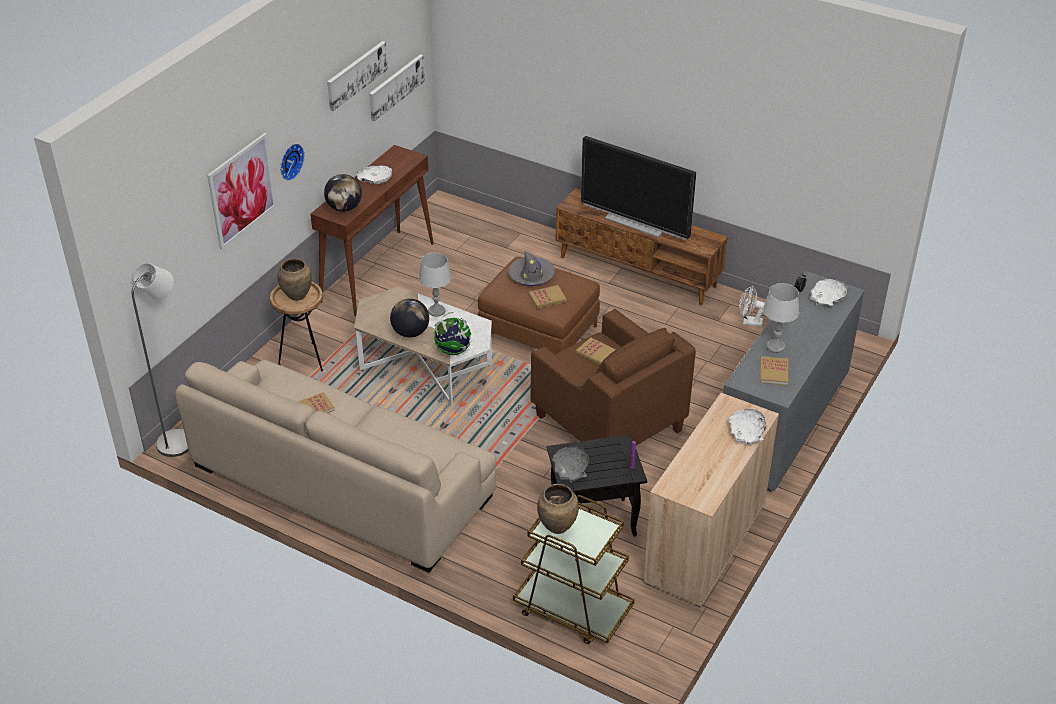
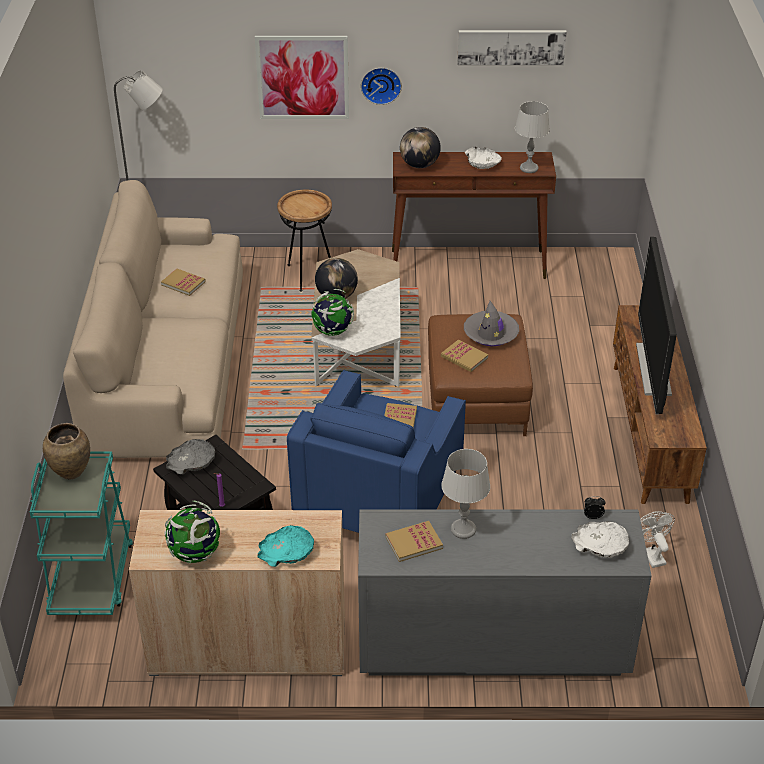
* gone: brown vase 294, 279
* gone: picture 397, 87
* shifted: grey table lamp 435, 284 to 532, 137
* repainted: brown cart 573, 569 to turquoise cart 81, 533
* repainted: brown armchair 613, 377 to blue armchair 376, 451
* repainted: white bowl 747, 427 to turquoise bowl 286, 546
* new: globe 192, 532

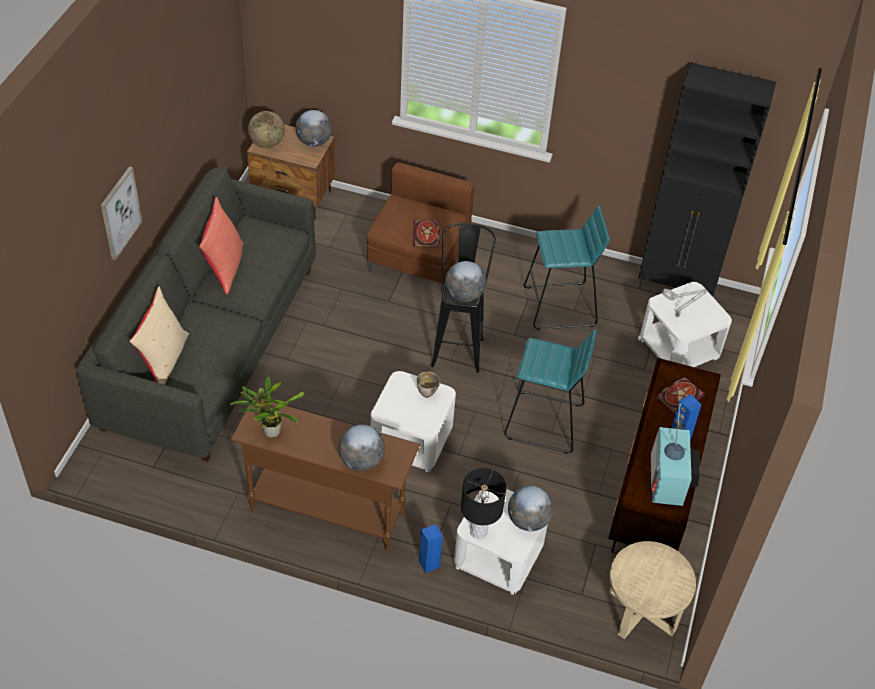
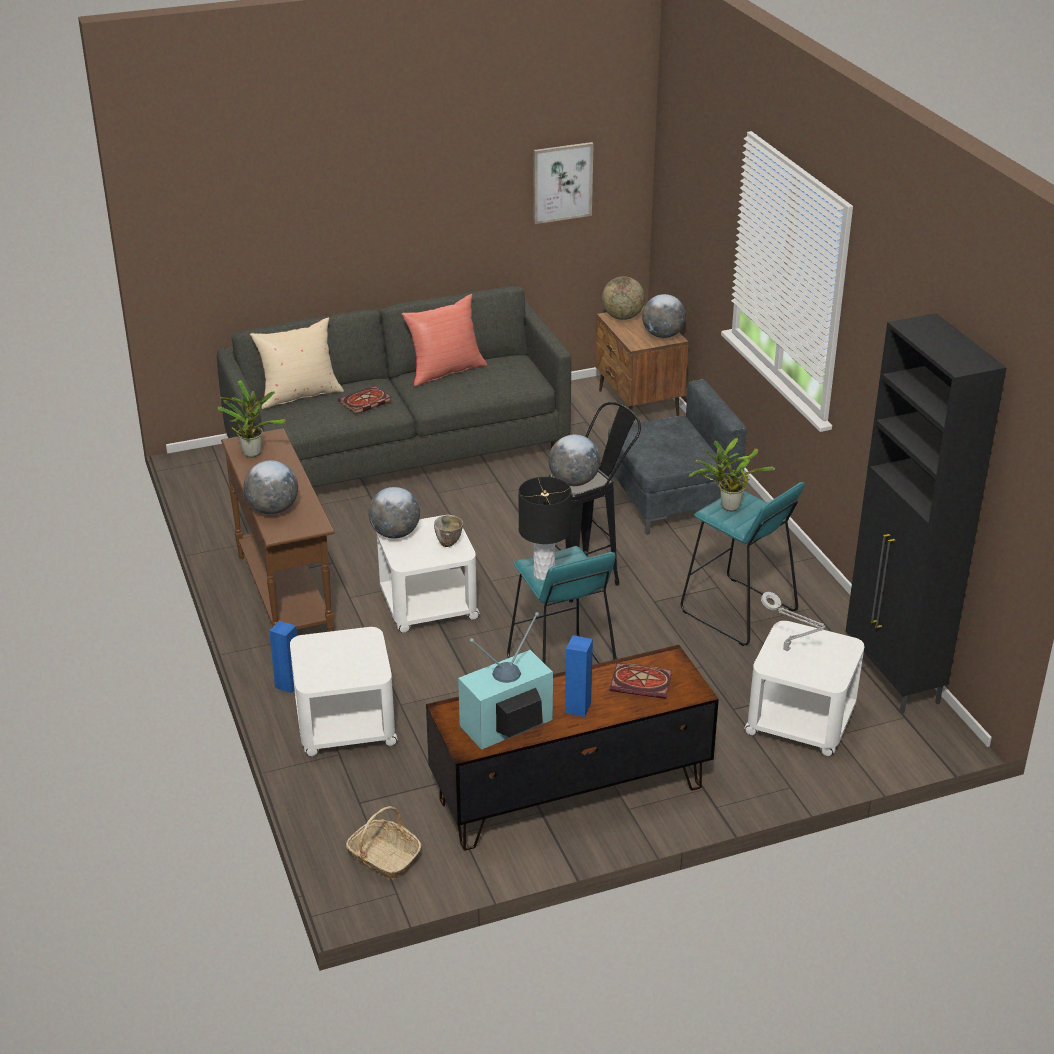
* shifted: picture 121, 213 to 564, 183
* repainted: brown armchair 420, 227 to grey armchair 677, 457
* shifted: book 426, 234 to 365, 400
* shifted: black table lamp 484, 503 to 544, 528
* shifted: globe 531, 508 to 394, 513
* swapped: beige side table 652, 590 to basket 384, 843
* new: potted plant 732, 474

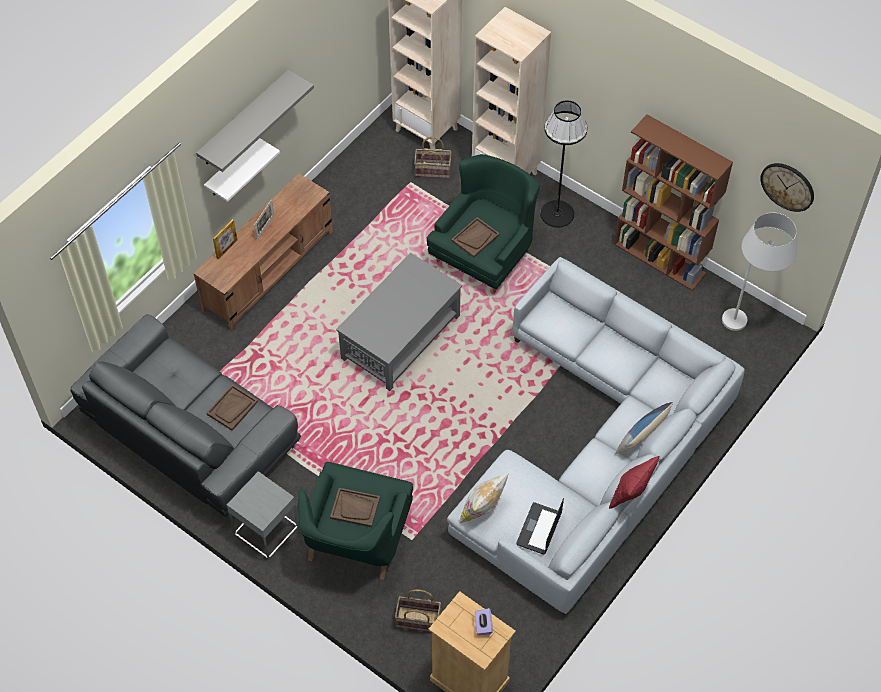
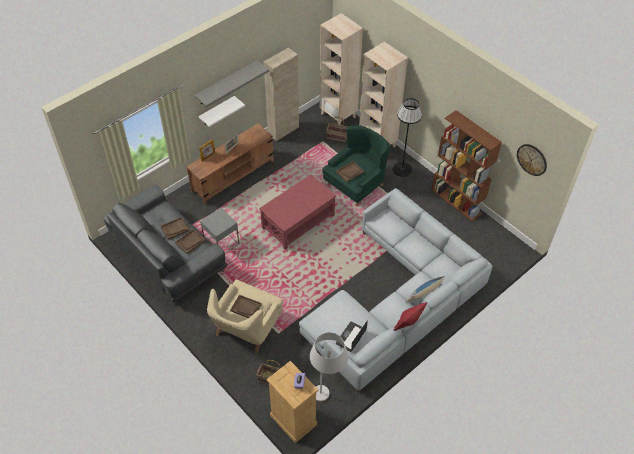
* shifted: grey side table 263, 515 to 219, 230
* repainted: green armchair 355, 521 to beige armchair 245, 316
* repainted: grey coffee table 399, 322 to red coffee table 297, 212
* gone: pillow 484, 498
* shifted: white floor lamp 760, 272 to 329, 367
* new: brown tray 175, 228
* new: beige cabinet 281, 95

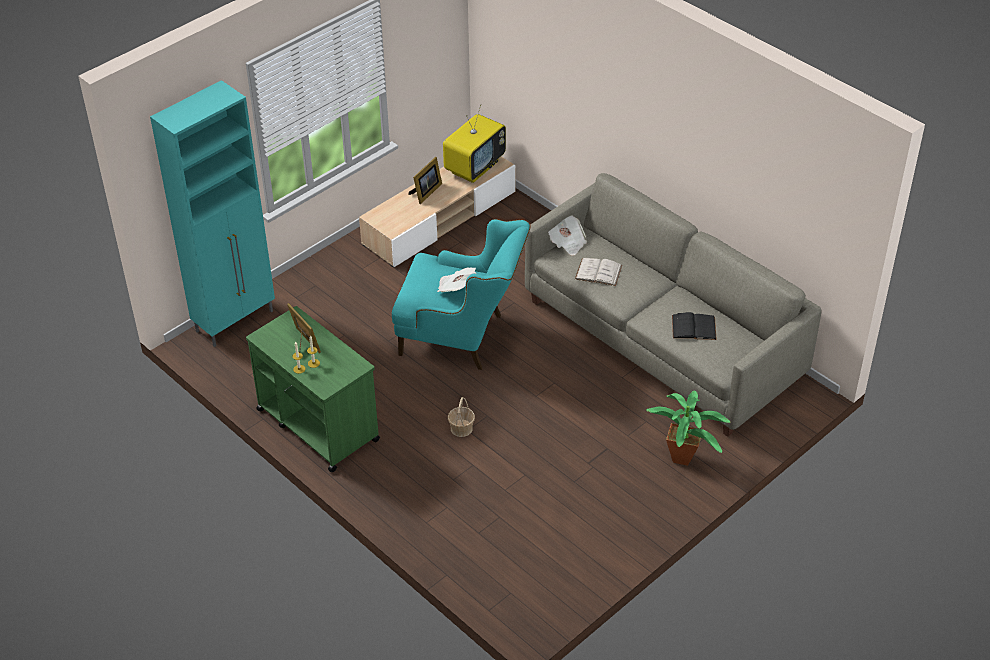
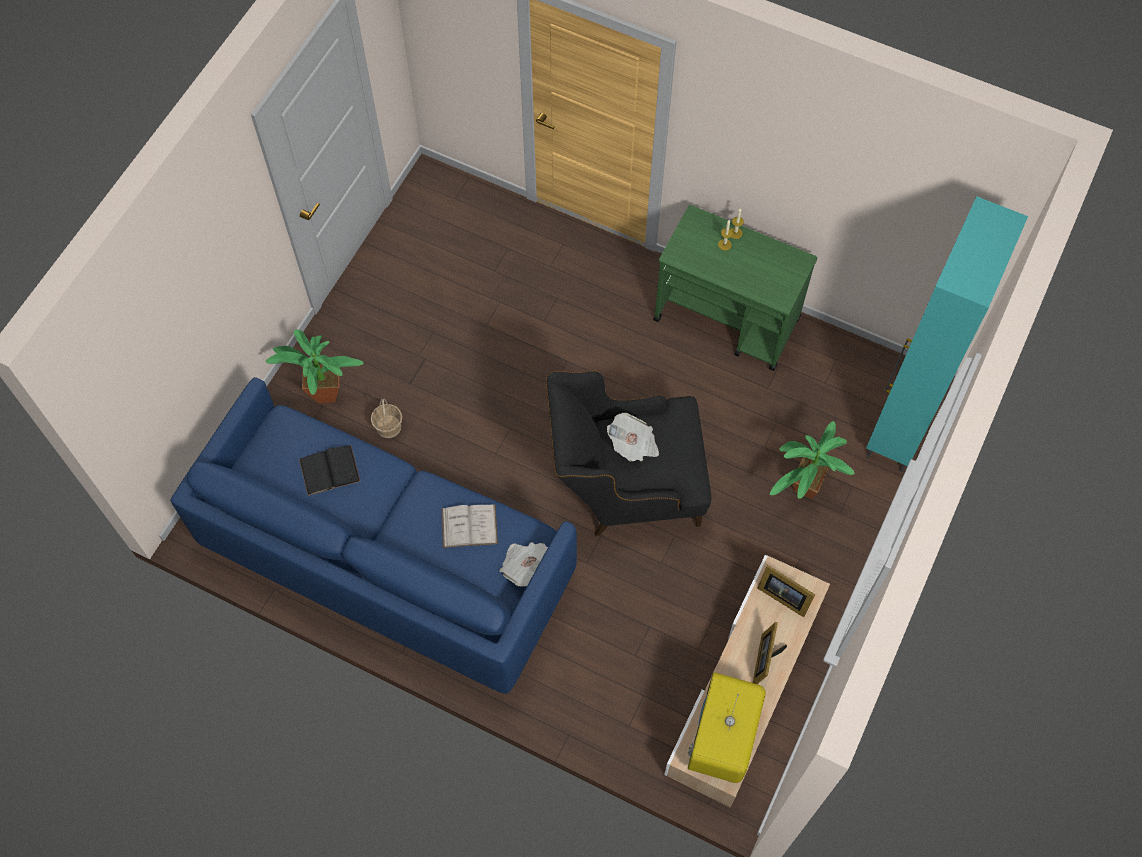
* shifted: picture frame 304, 328 to 786, 591
* repainted: turquoise armchair 461, 294 to black armchair 628, 453
* shifted: basket 461, 417 to 386, 418
* repainted: grey sofa 673, 305 to blue sofa 374, 535
* new: potted plant 812, 460

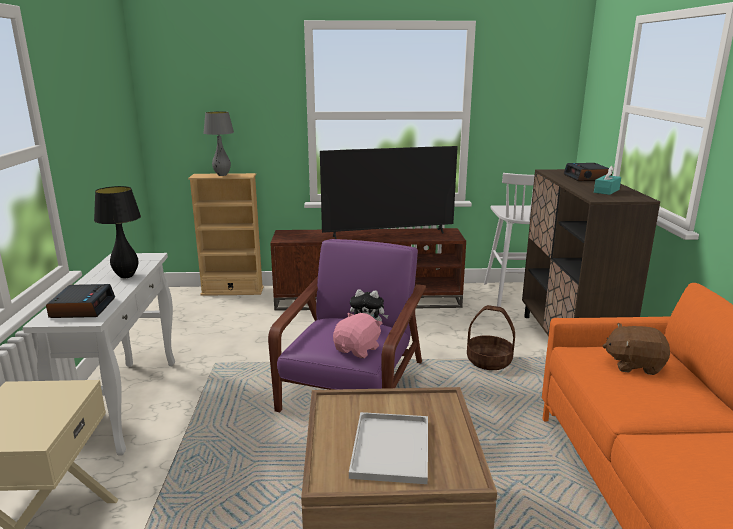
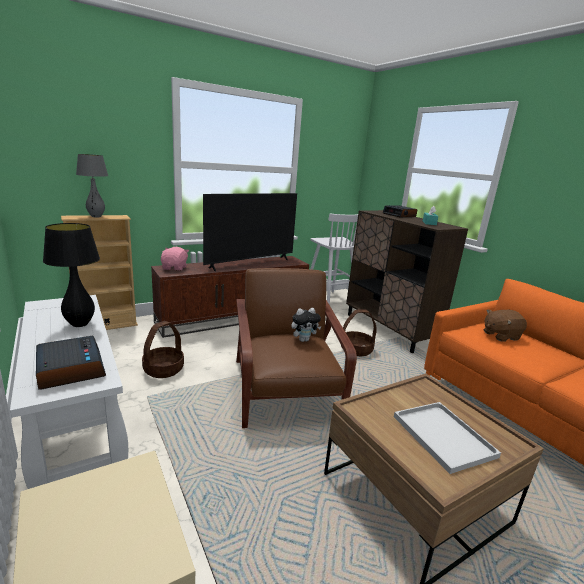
* repainted: purple armchair 347, 325 to brown armchair 296, 348
* shifted: pink plush toy 357, 335 to 175, 259
* new: basket 163, 349

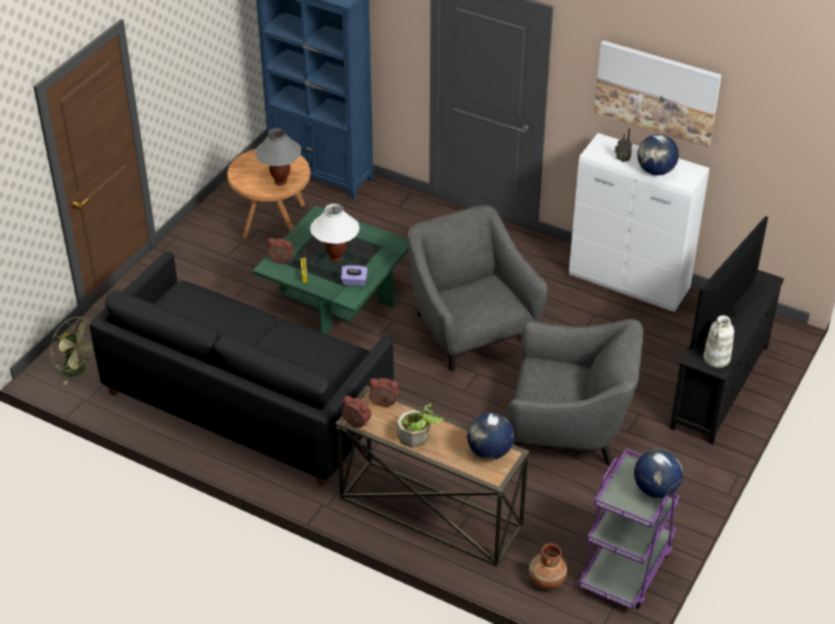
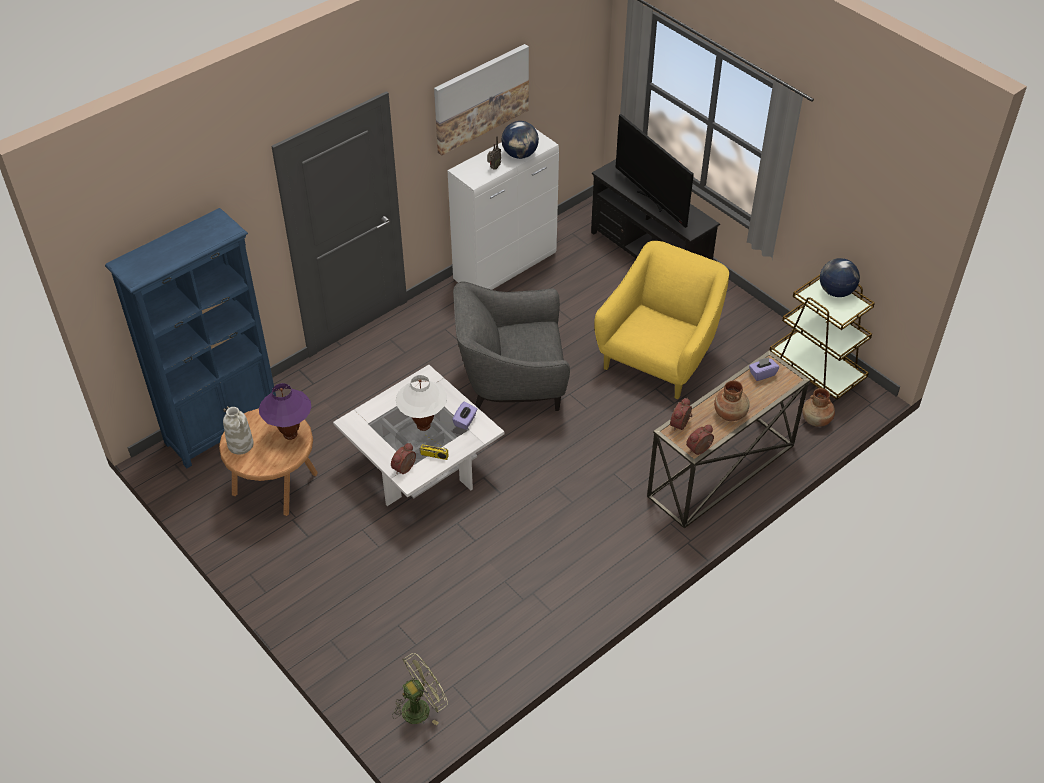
* gone: black sofa 241, 369
* repainted: green coffee table 330, 270 to white coffee table 418, 435
* repainted: grey table lamp 278, 156 to purple table lamp 285, 411
* swapped: potted plant 420, 425 to brown vase 732, 400
* swapped: globe 490, 436 to purple tissue box 764, 369
* repainted: grey armchair 575, 392 to yellow armchair 661, 320
* repainted: purple cart 629, 529 to brown cart 822, 337
* shifted: white vase 718, 341 to 238, 430

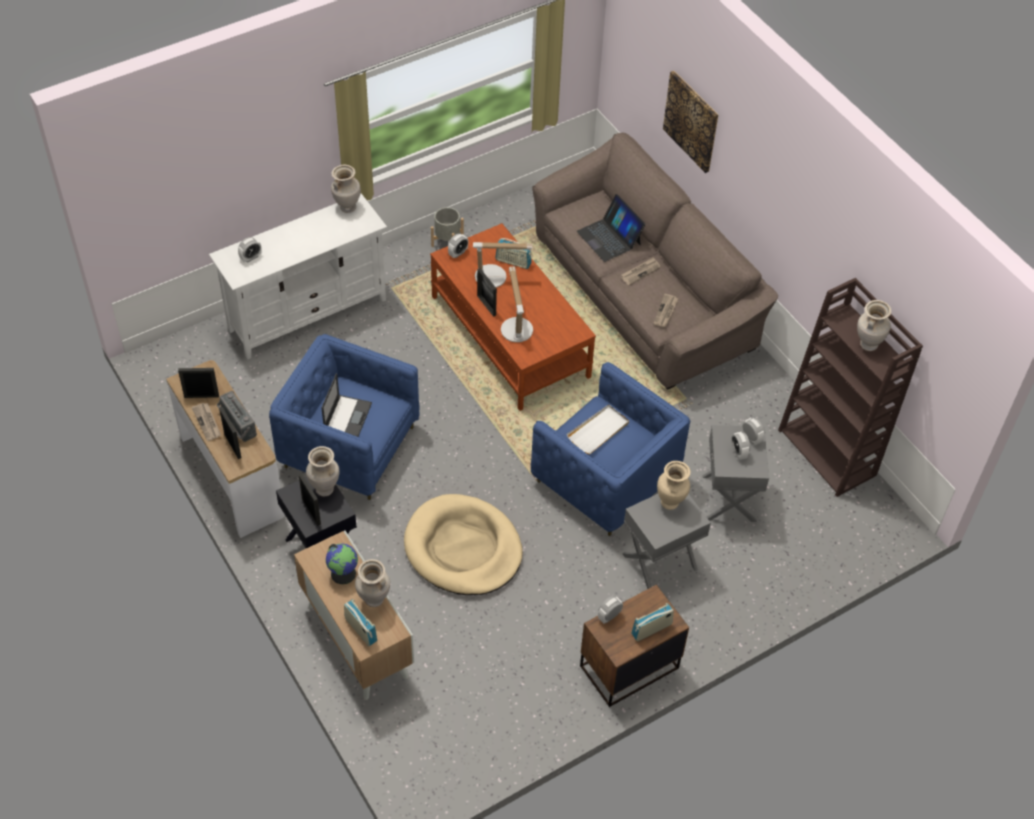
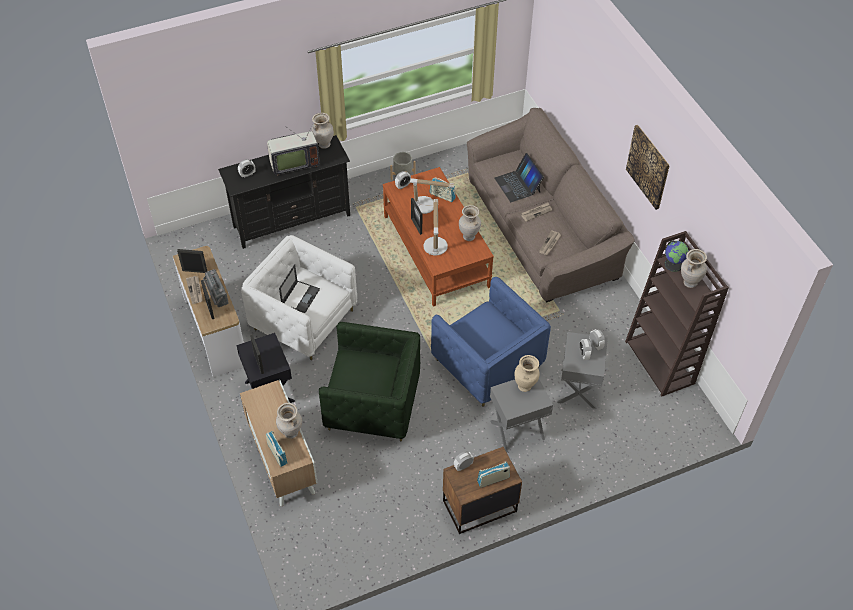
* repainted: white tv stand 298, 276 to black tv stand 284, 192
* repainted: blue armchair 344, 417 to white armchair 299, 297
* shifted: beige vase 322, 471 to 470, 223
* shifted: globe 342, 563 to 676, 256
* swapped: beige dog bed 463, 544 to green armchair 369, 381
* gone: white tray 598, 429
* shifted: picture 690, 122 to 648, 167
* new: television 293, 147

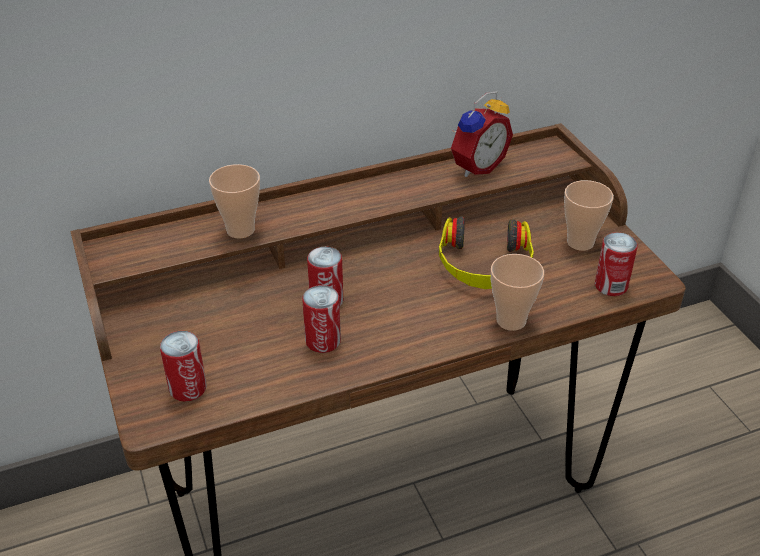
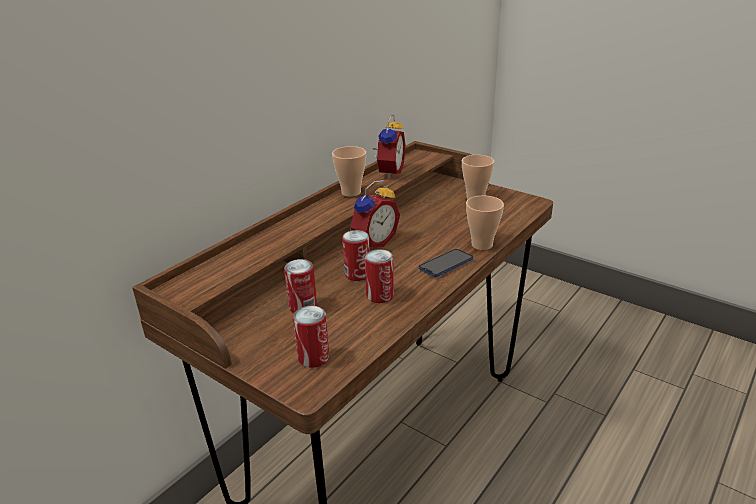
* shifted: cup 234, 201 to 349, 171
* gone: headphones 486, 252
* shifted: can 616, 264 to 300, 286
* new: alarm clock 375, 213
* new: phone 446, 263

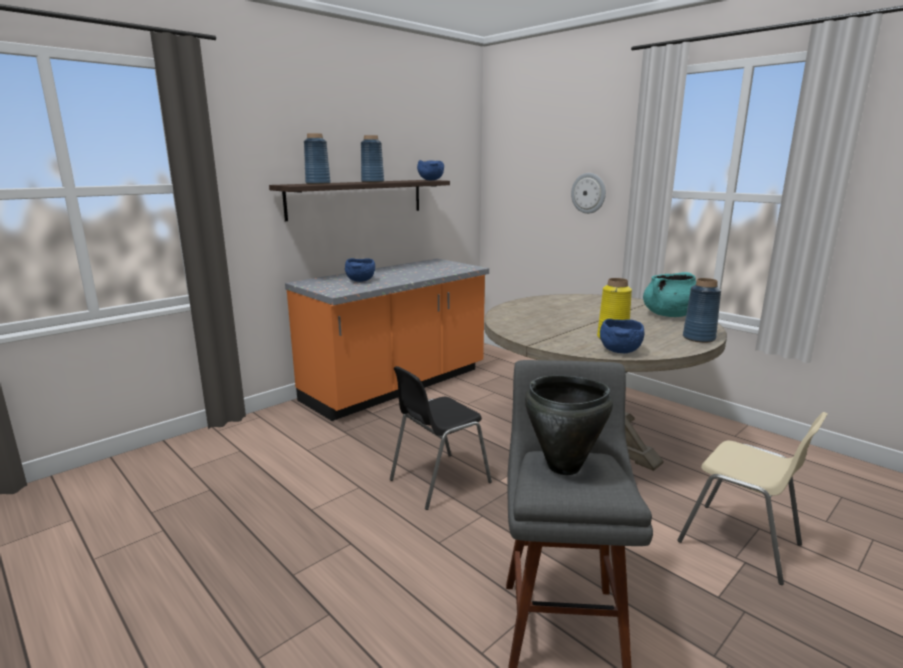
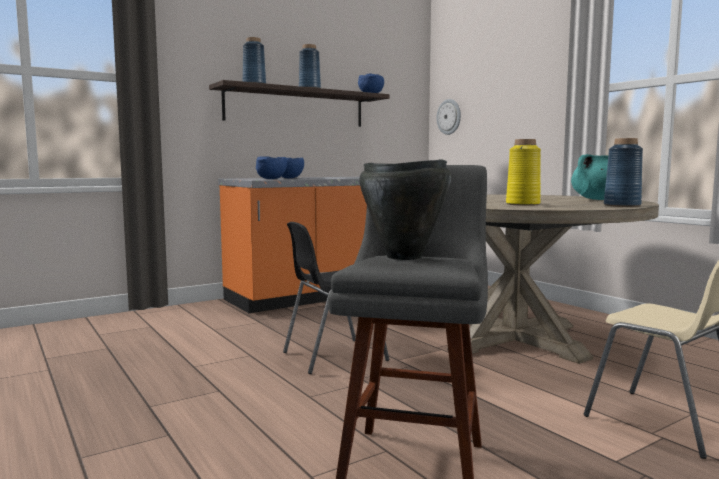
* shifted: wall clock 588, 193 to 448, 117
* shifted: blue bowl 622, 336 to 271, 167

